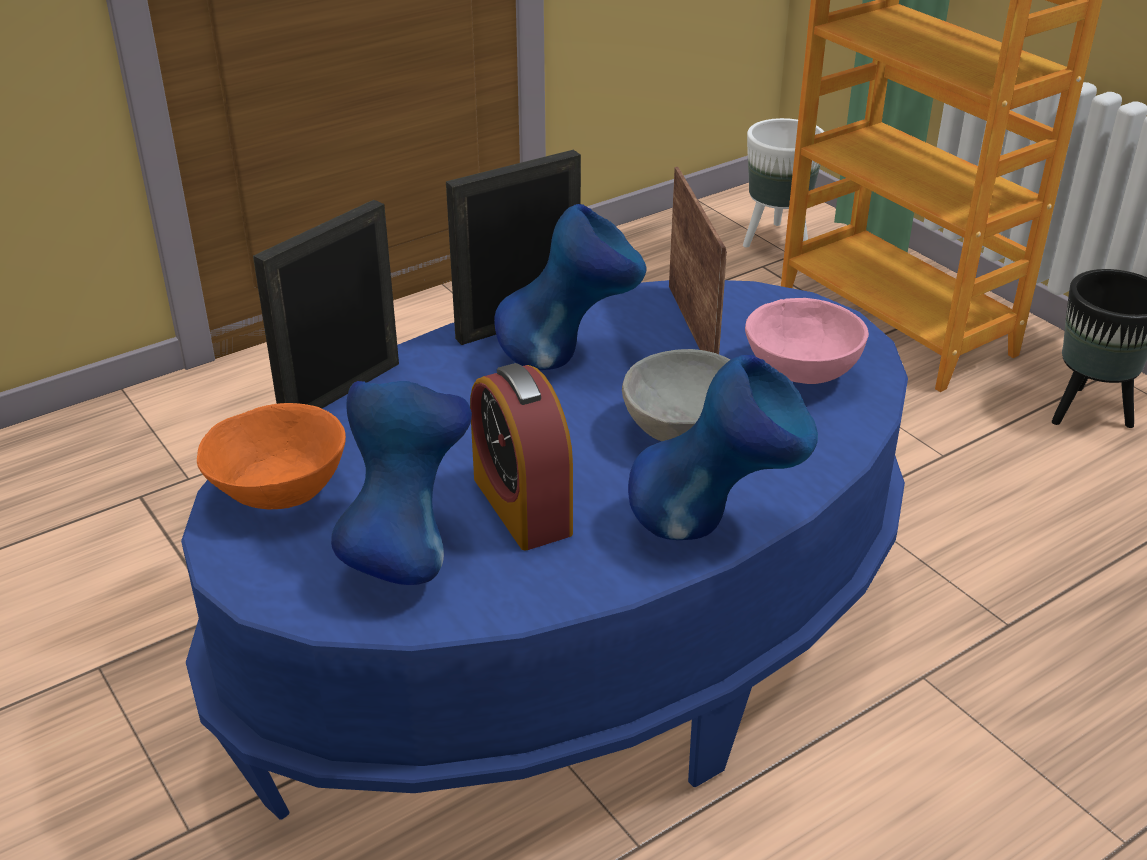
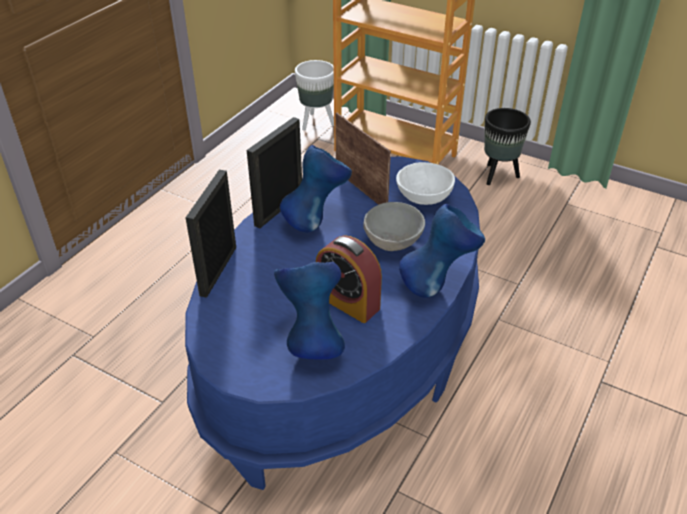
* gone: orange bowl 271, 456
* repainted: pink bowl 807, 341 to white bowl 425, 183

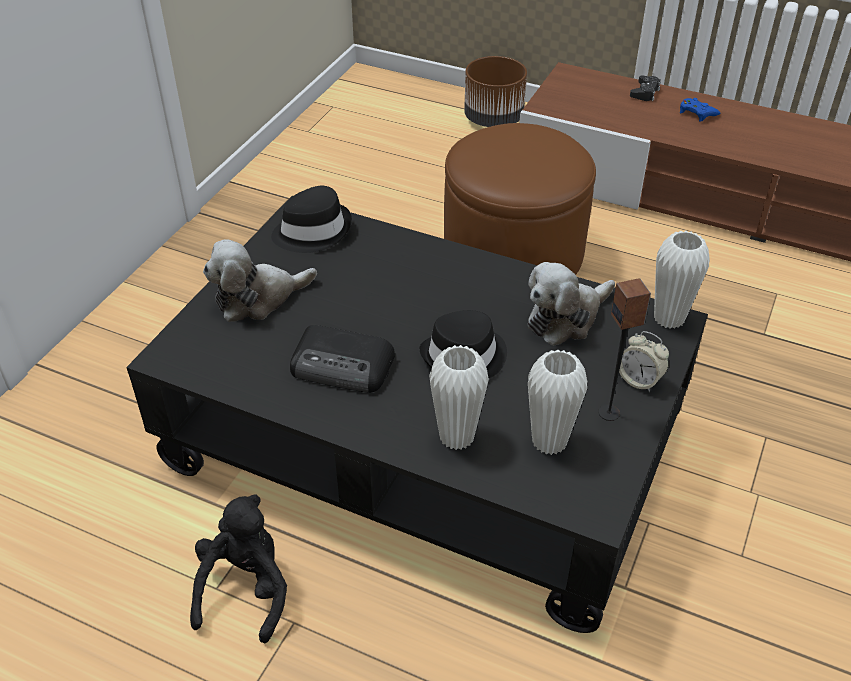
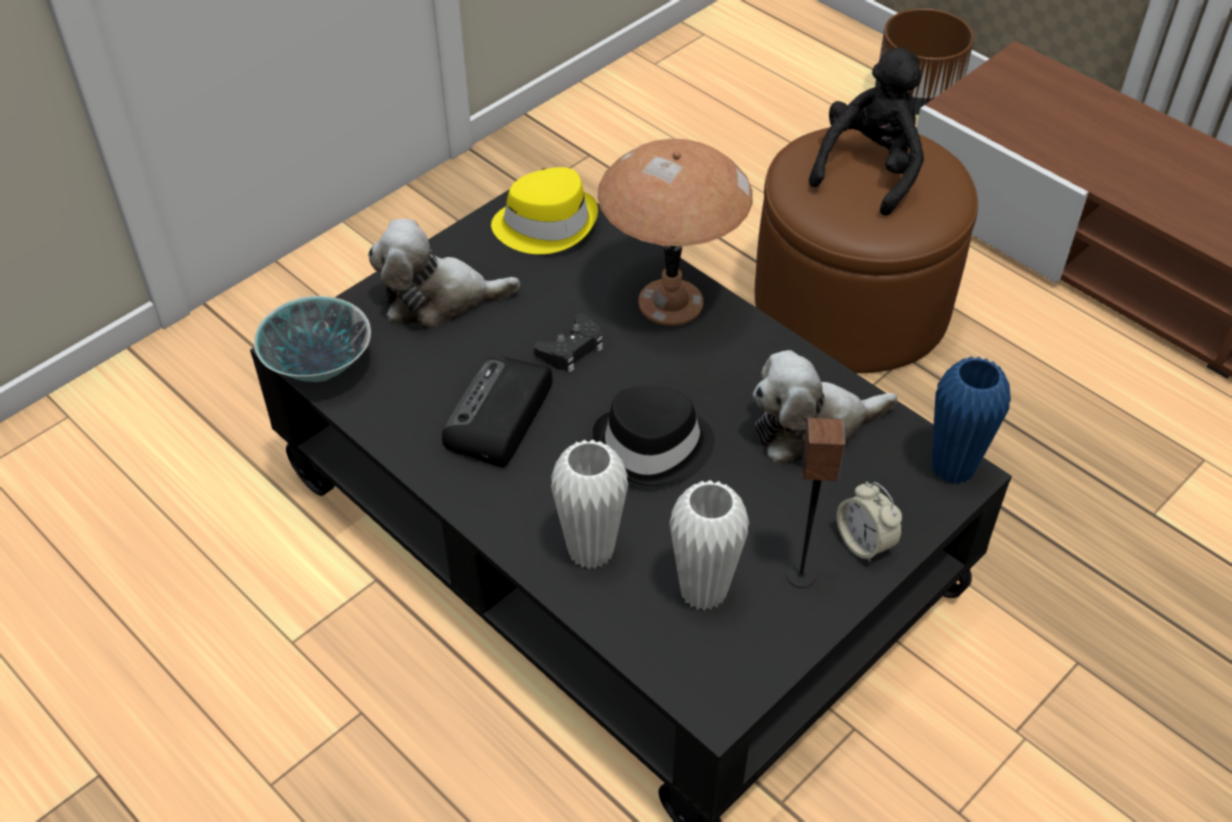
* shifted: black plush toy 238, 568 to 866, 131
* repainted: black hat 311, 219 to yellow hat 544, 210
* rotated: radio 342, 359 = 497, 412 75 degrees clockwise
* shifted: black game controller 645, 88 to 568, 343
* repainted: white vase 682, 280 to blue vase 971, 420
* gone: blue game controller 700, 110
* new: bowl 312, 339
* new: brown table lamp 675, 232

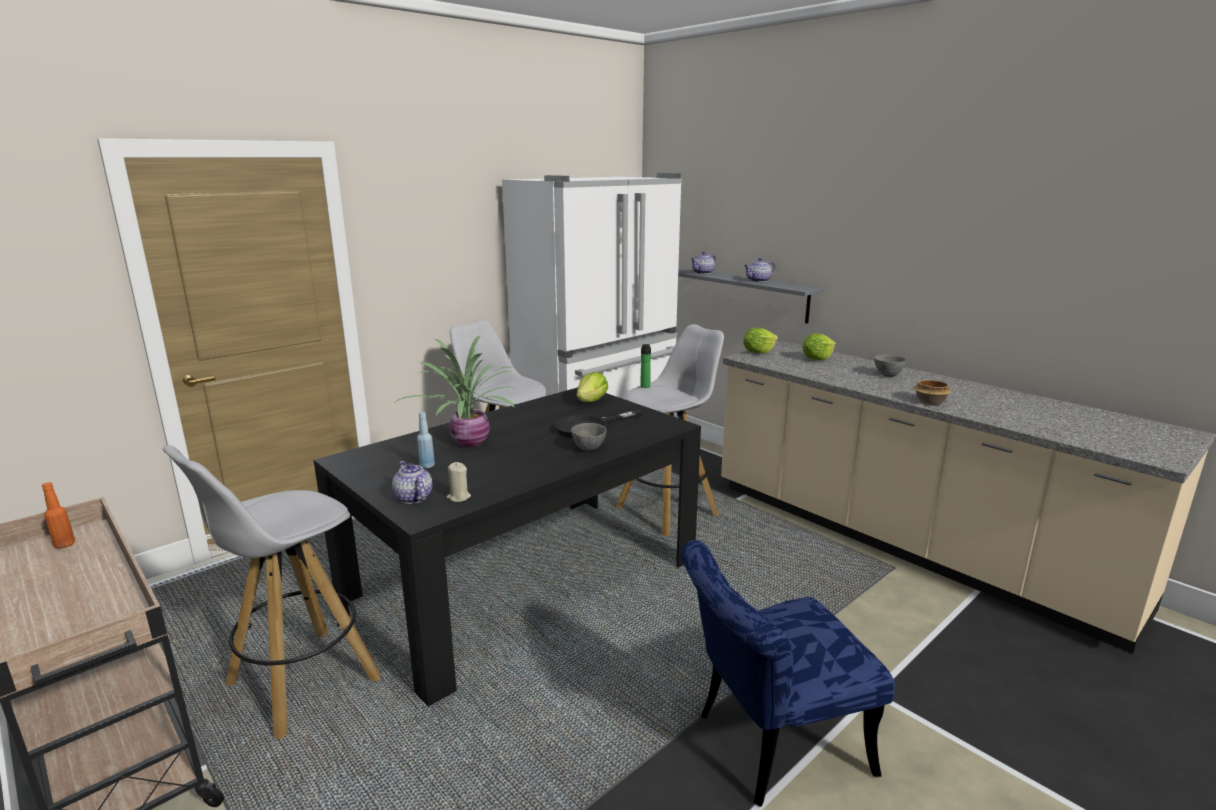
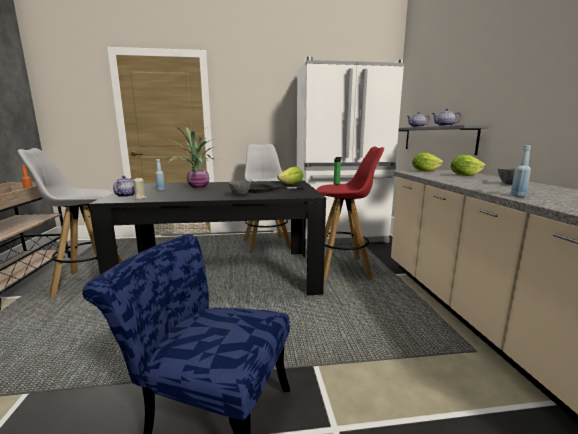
* repainted: white stool 670, 430 to red stool 350, 213
* swapped: bowl 932, 392 to blue bottle 521, 171

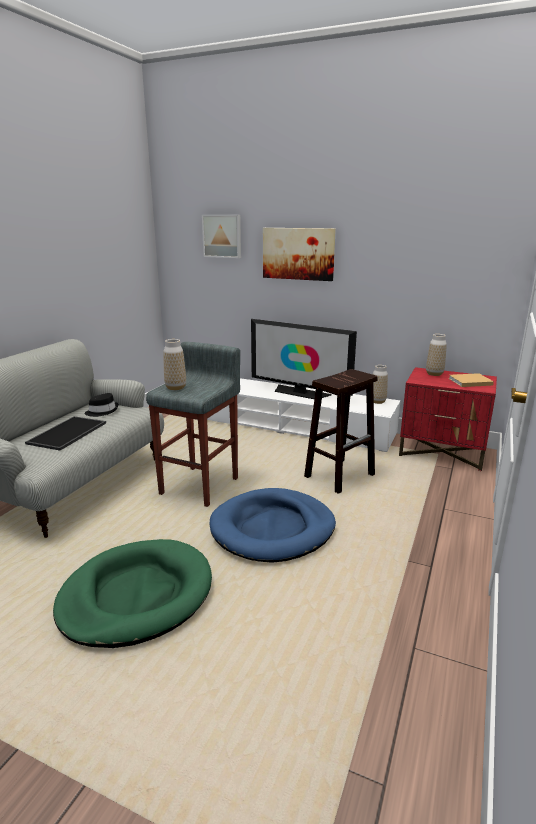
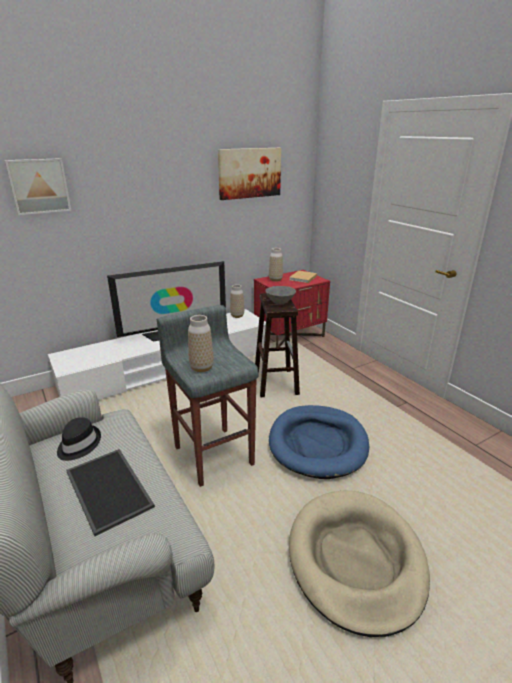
* repainted: green dog bed 132, 593 to beige dog bed 359, 564
* shifted: picture 299, 254 to 249, 174
* new: grey bowl 280, 295

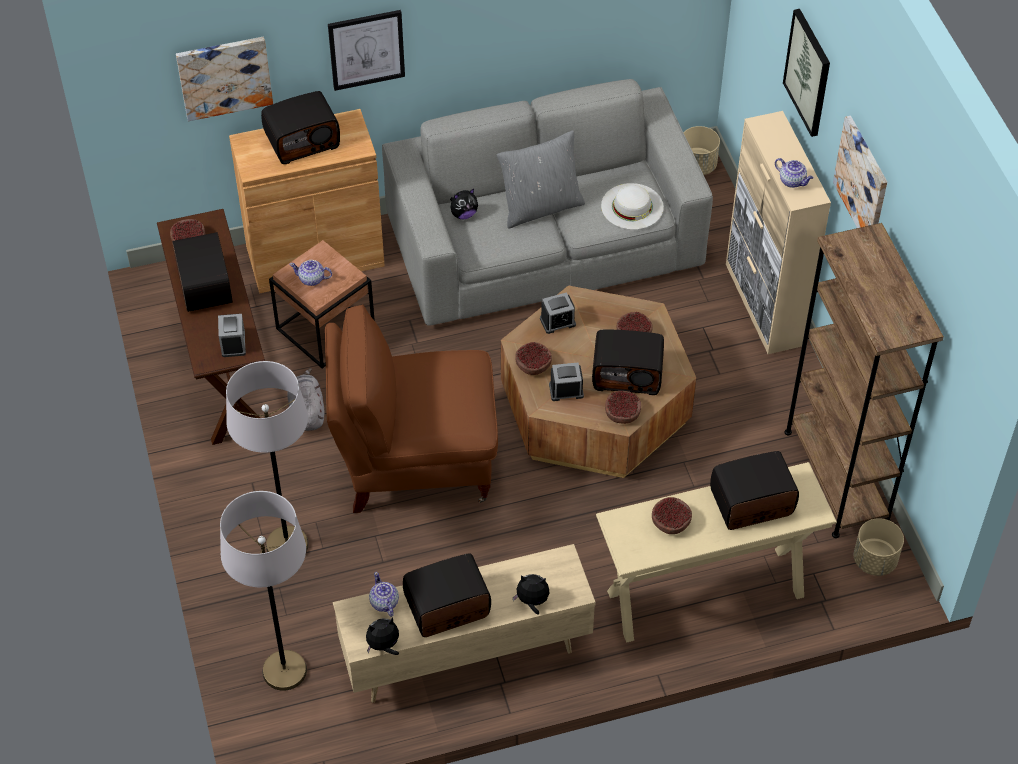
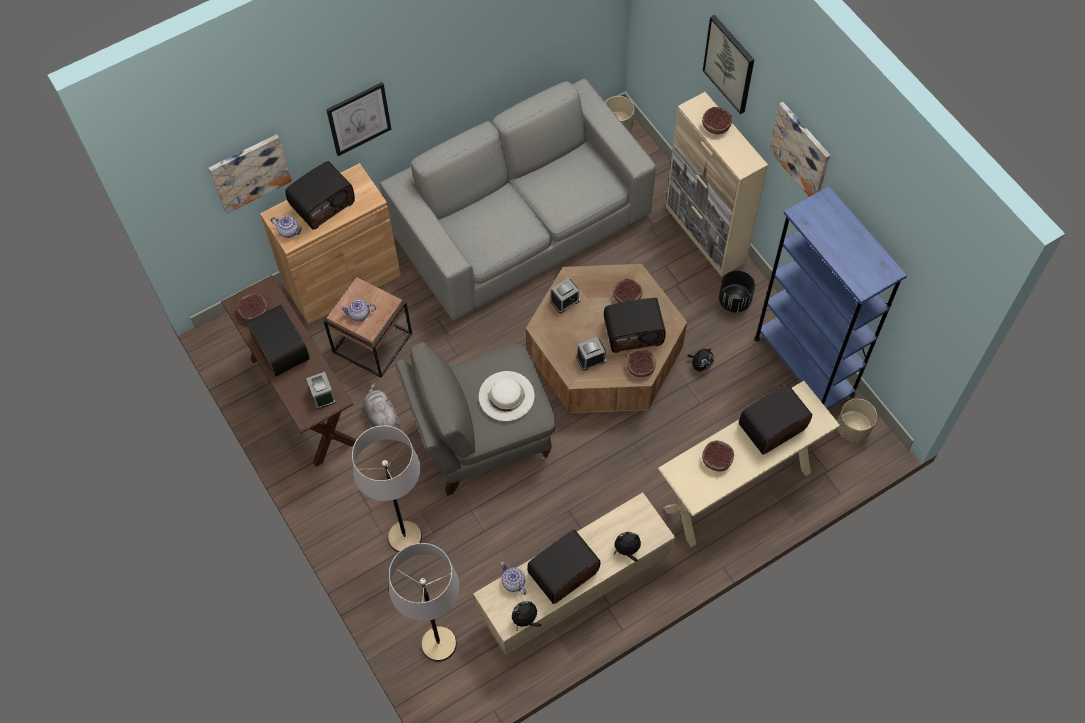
* repainted: brown armchair 411, 408 to grey armchair 475, 418
* shifted: plush toy 464, 204 to 700, 360
* gone: grey pillow 540, 179
* shifted: bowl 533, 358 to 717, 120
* shifted: white hat 632, 206 to 506, 396
* shifted: teapot 794, 173 to 287, 227
* repainted: brown bookcase 864, 380 to blue bookcase 830, 297
* new: black planter 737, 291

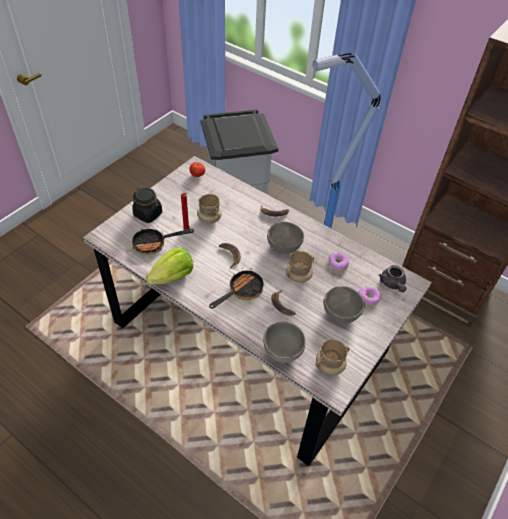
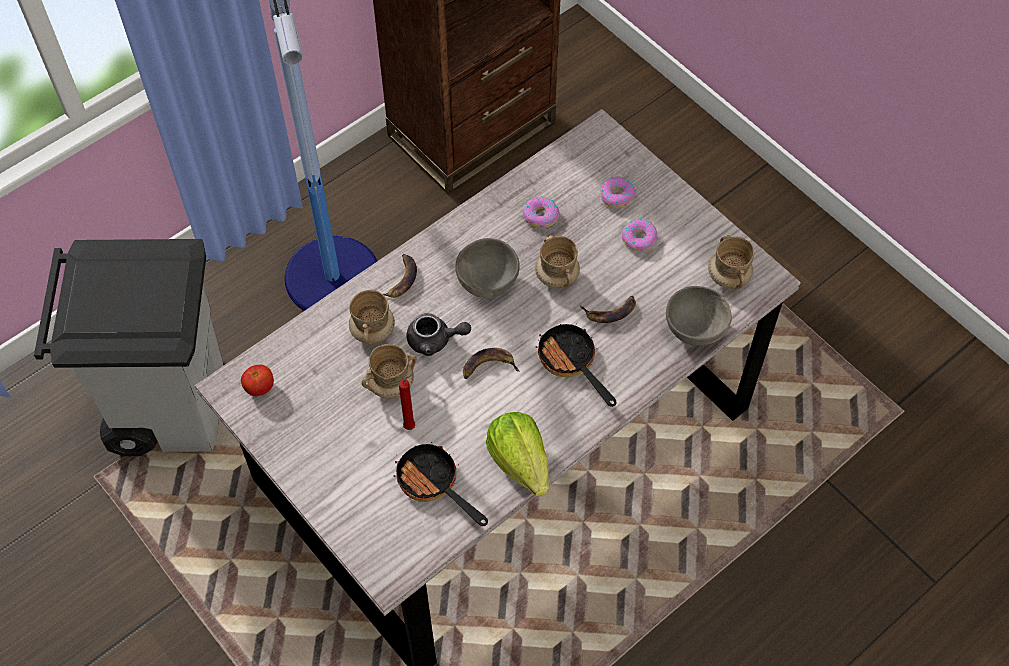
* gone: black jar 147, 205
* rotated: frying pan 163, 240 = 441, 484 135 degrees clockwise
* swapped: grey bowl 344, 305 to donut 639, 235
* shifted: grey teapot 392, 278 to 438, 334
* new: beige mug 372, 317

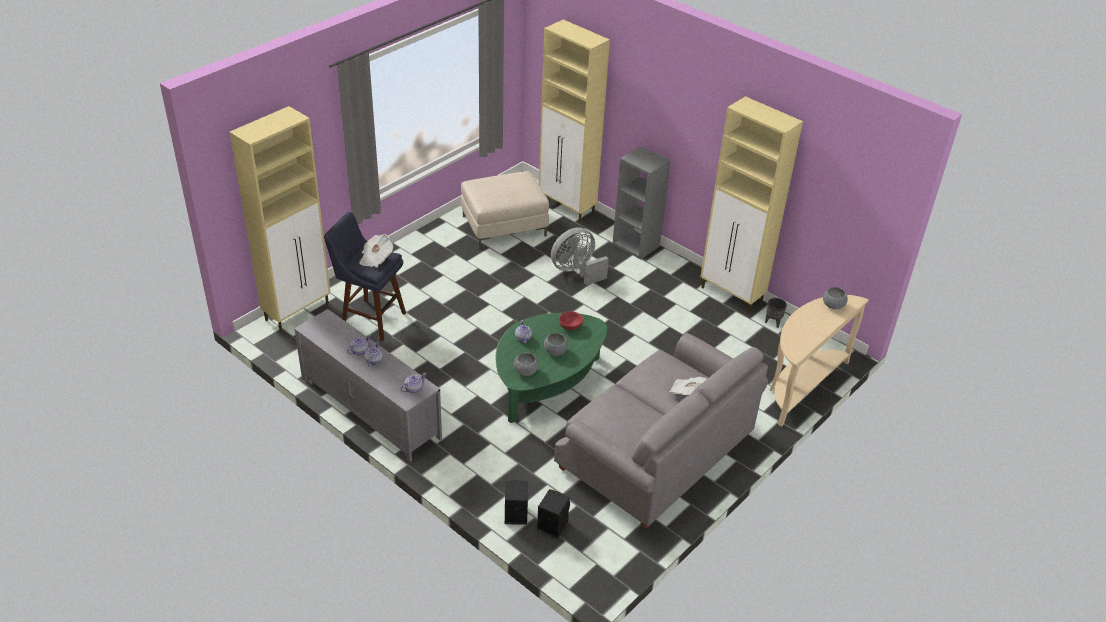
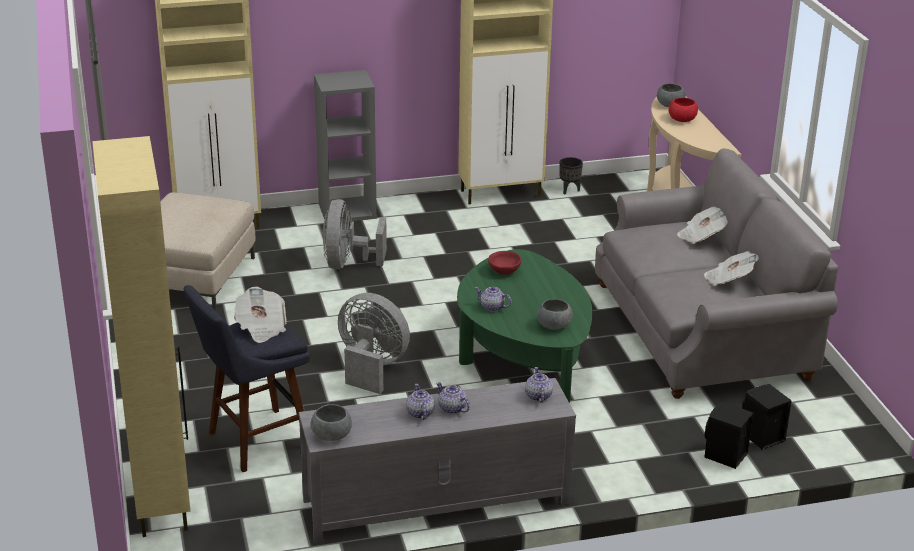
* shifted: grey bowl 556, 344 to 331, 422
* new: grey fan 374, 343
* new: red bowl 683, 110
* new: newspaper 731, 268

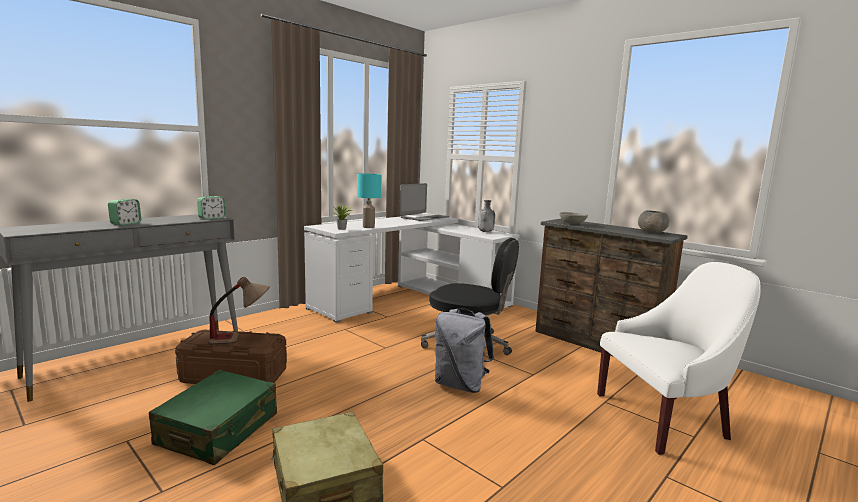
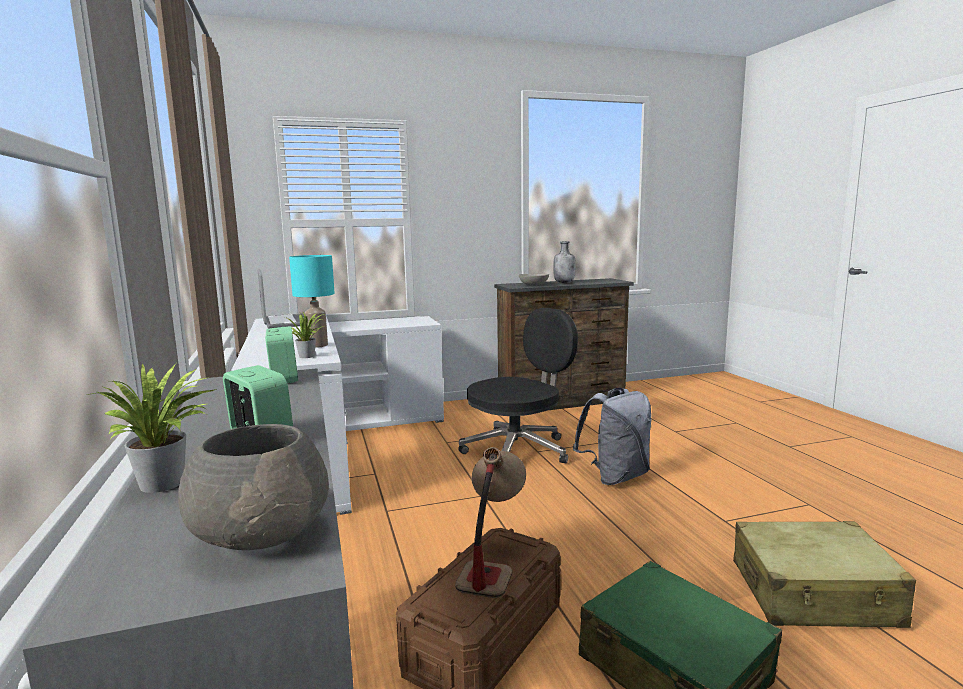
* shifted: grey bottle 486, 216 to 564, 262
* gone: white armchair 679, 358
* shifted: grey bowl 653, 222 to 253, 487
* new: potted plant 152, 428

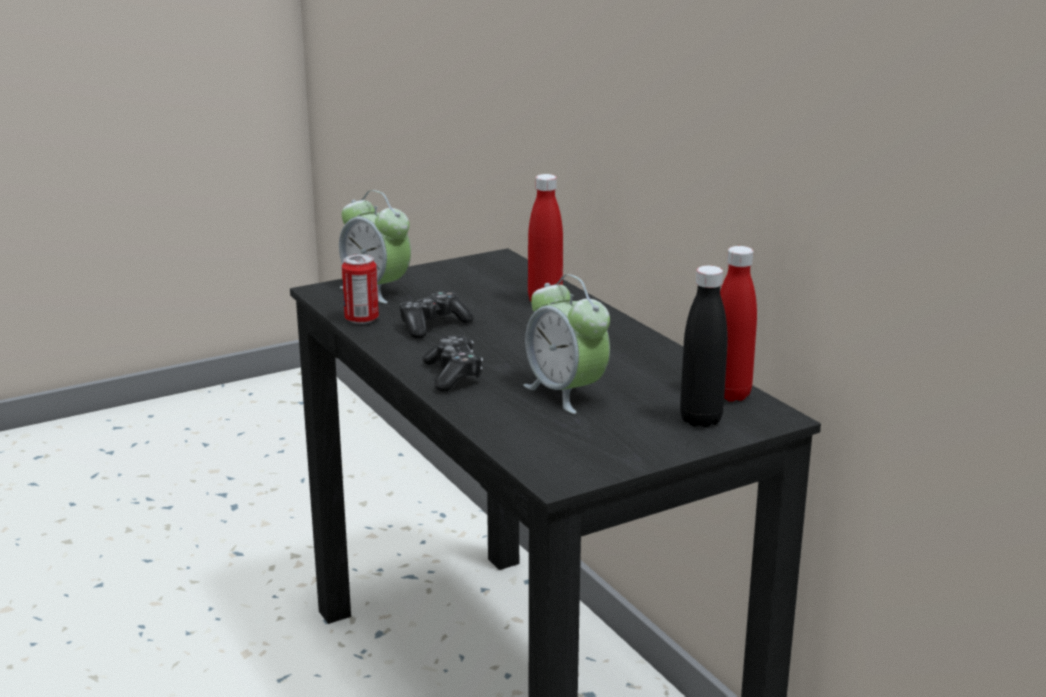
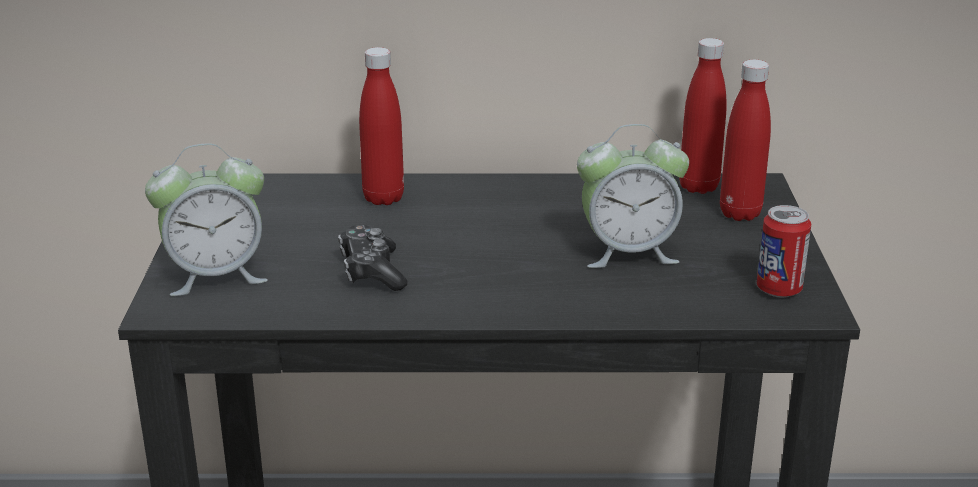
* shifted: can 360, 289 to 784, 251
* gone: game controller 453, 363
* repainted: black bottle 704, 346 to red bottle 745, 140

